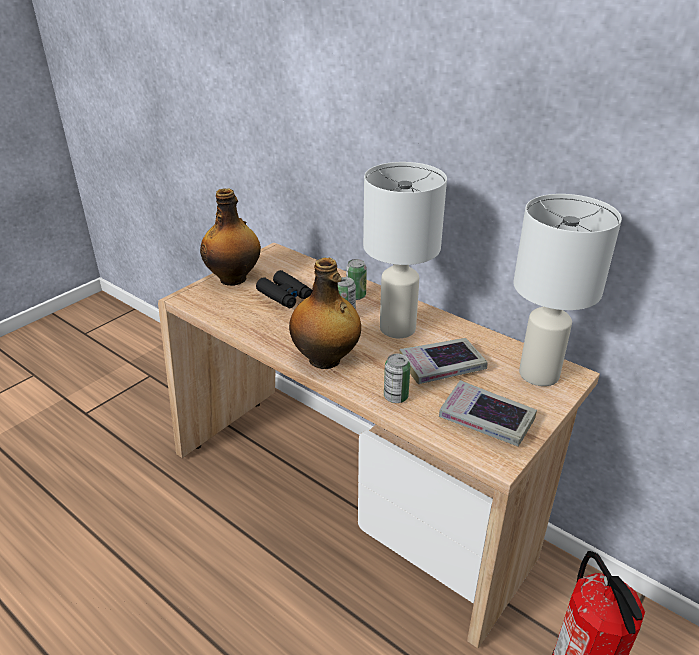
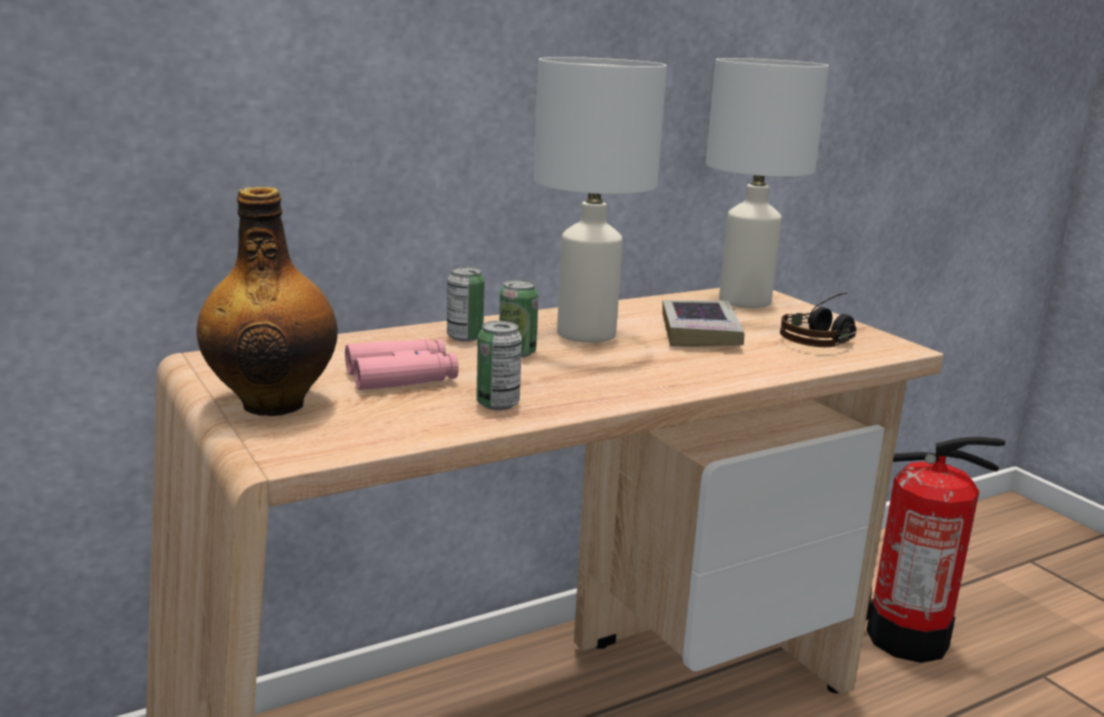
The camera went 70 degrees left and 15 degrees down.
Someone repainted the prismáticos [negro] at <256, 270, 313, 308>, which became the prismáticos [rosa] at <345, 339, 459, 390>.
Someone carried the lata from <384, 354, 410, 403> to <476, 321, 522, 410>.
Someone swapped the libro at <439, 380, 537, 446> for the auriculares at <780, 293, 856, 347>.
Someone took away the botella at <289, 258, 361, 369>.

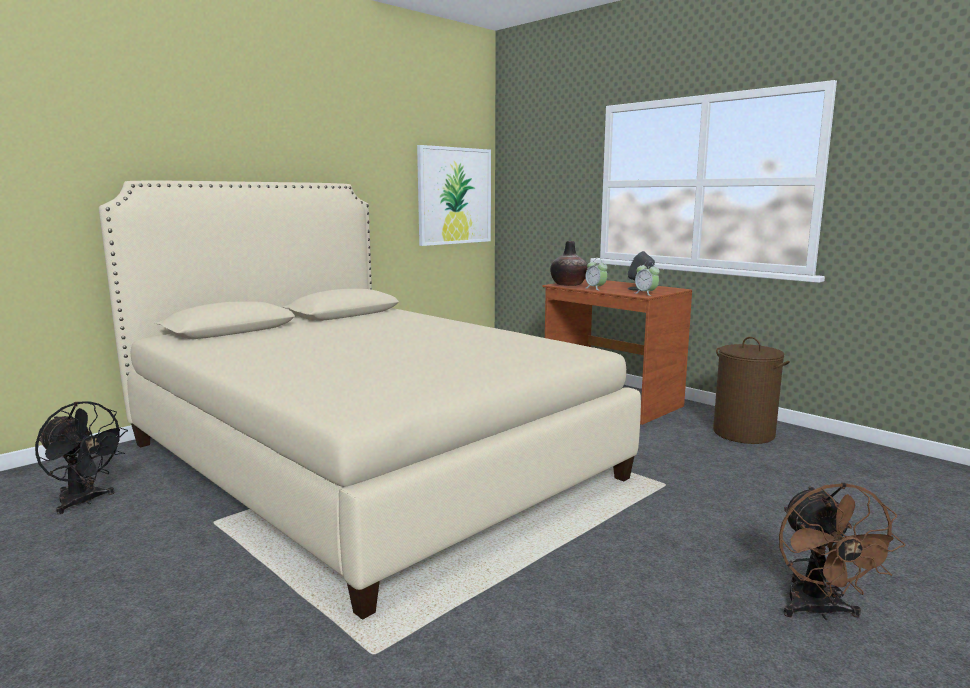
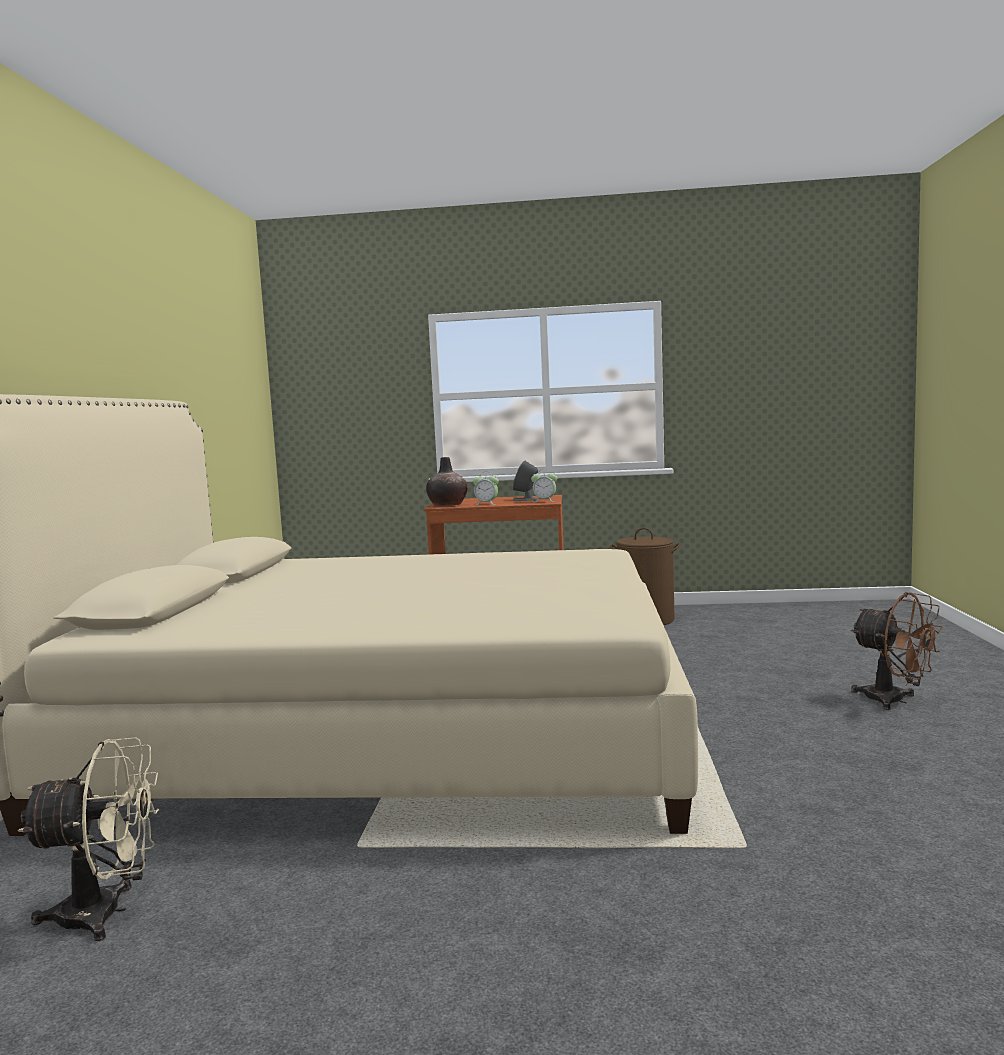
The camera went 40 degrees left and 5 degrees down.
Someone repainted the ventilador [negro] at <35, 401, 128, 514>, which became the ventilador [beis] at <18, 737, 159, 941>.
Someone took away the cuadro at <417, 145, 491, 246>.

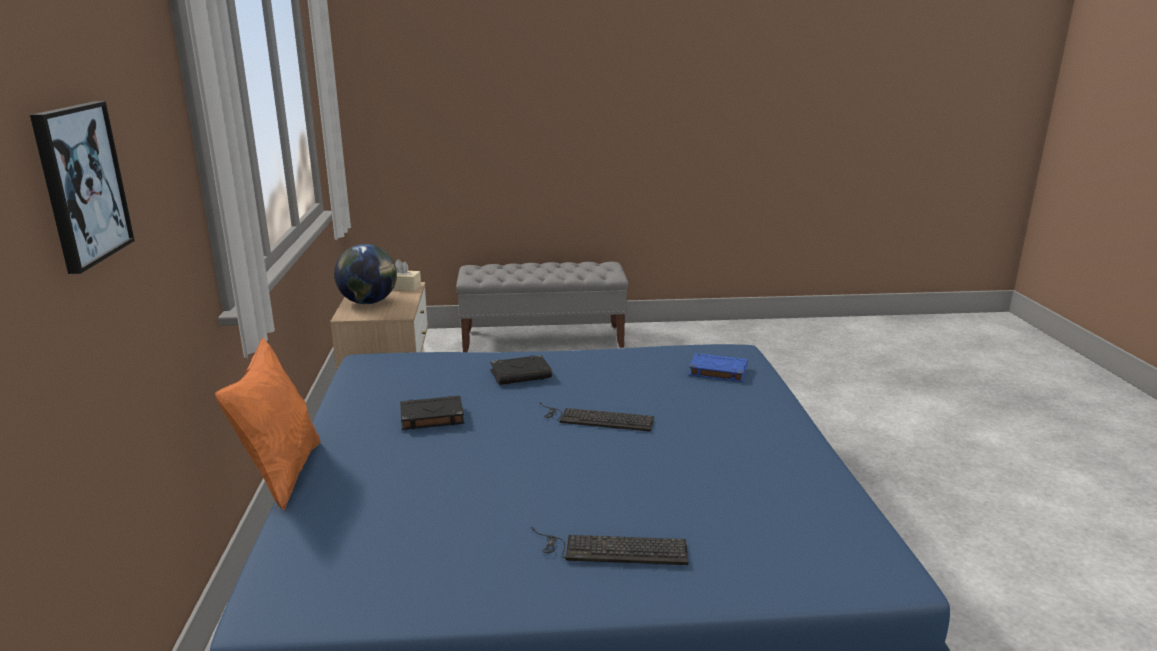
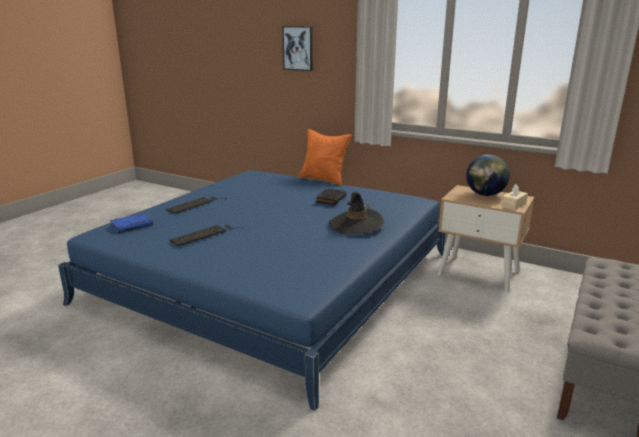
The camera went 125 degrees right and 0 degrees up.
Someone carried the libro [azul] from <689, 353, 747, 382> to <110, 213, 153, 233>.
Someone carried the teclado from <539, 402, 654, 432> to <169, 225, 244, 246>.
Someone swapped the libro [negro] at <490, 355, 552, 385> for the sombrero [negro] at <329, 192, 384, 235>.

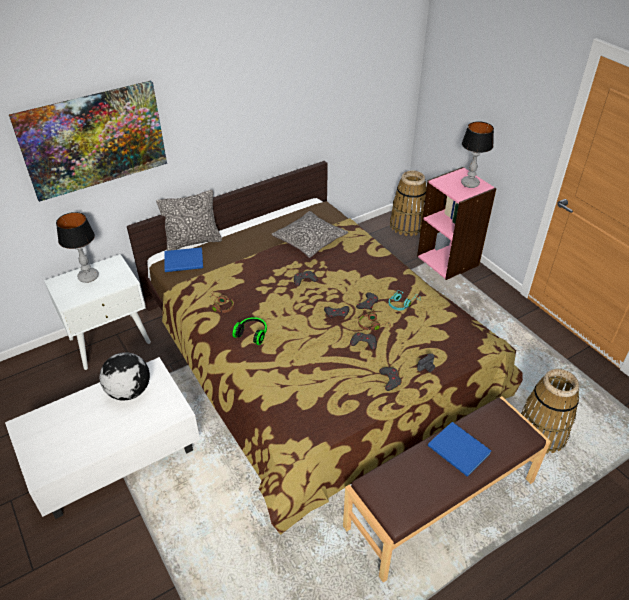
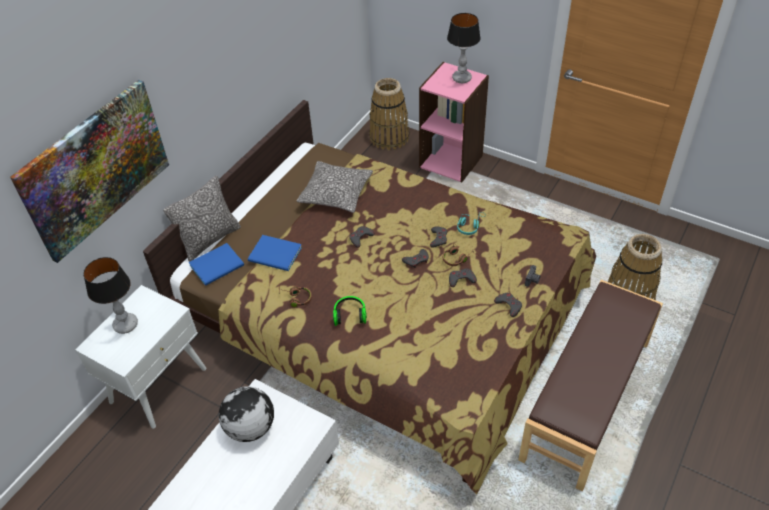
The camera went 25 degrees left and 5 degrees up.
Someone carried the libro [azul] from <428, 422, 491, 477> to <248, 235, 302, 271>.

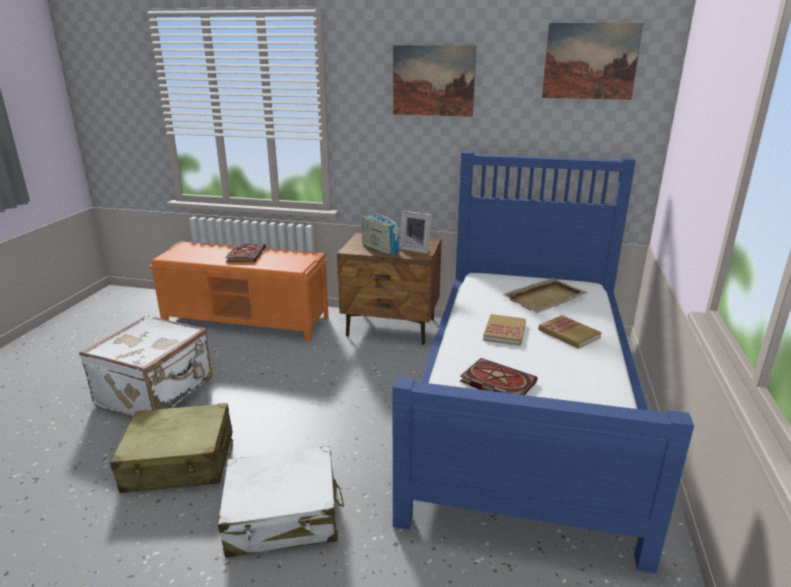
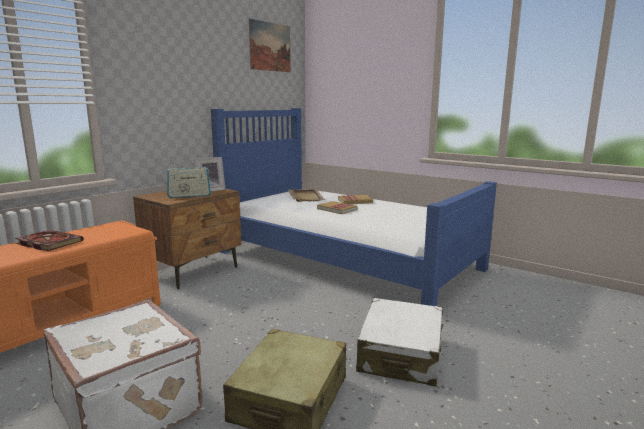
The camera went 65 degrees left and 10 degrees down.
Someone took away the cuadro at <393, 45, 476, 117>.
Someone took away the libro at <460, 358, 538, 395>.

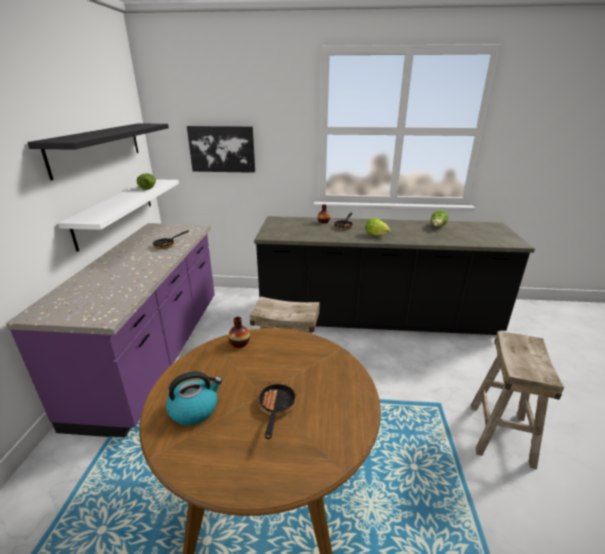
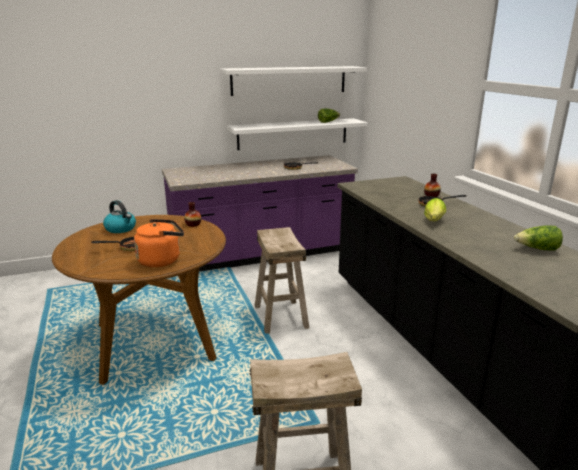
The camera went 65 degrees right and 5 degrees down.
Someone put down the hervidor [naranja] at <134, 219, 184, 267>.
Someone repainted the estante [negro] at <27, 124, 169, 180>, which became the estante [blanco] at <220, 66, 367, 96>.
Someone took away the cuadro at <187, 126, 255, 173>.

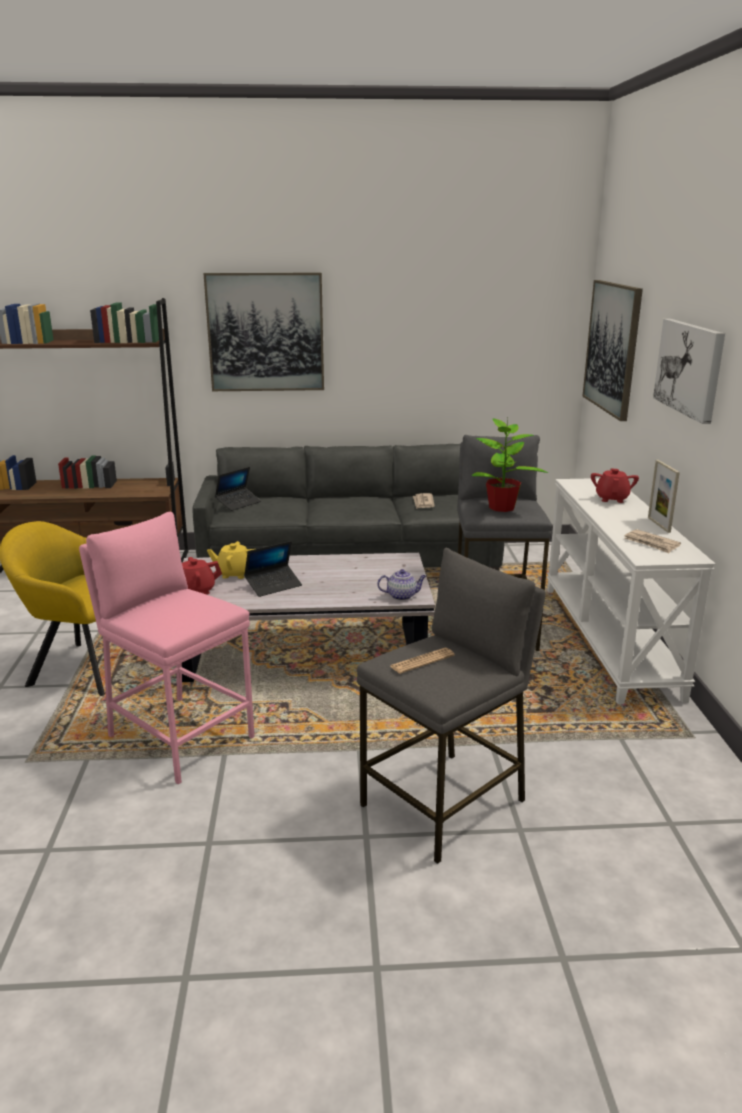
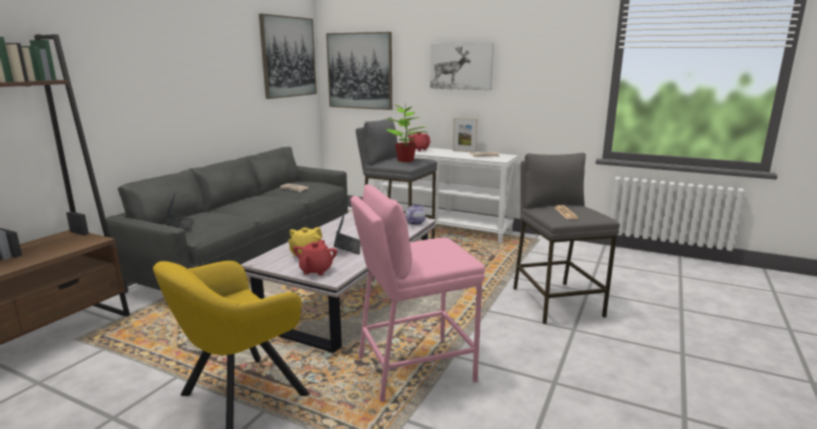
The camera went 60 degrees left and 5 degrees down.
Someone carried the cuadro from <203, 272, 324, 391> to <259, 14, 317, 99>.

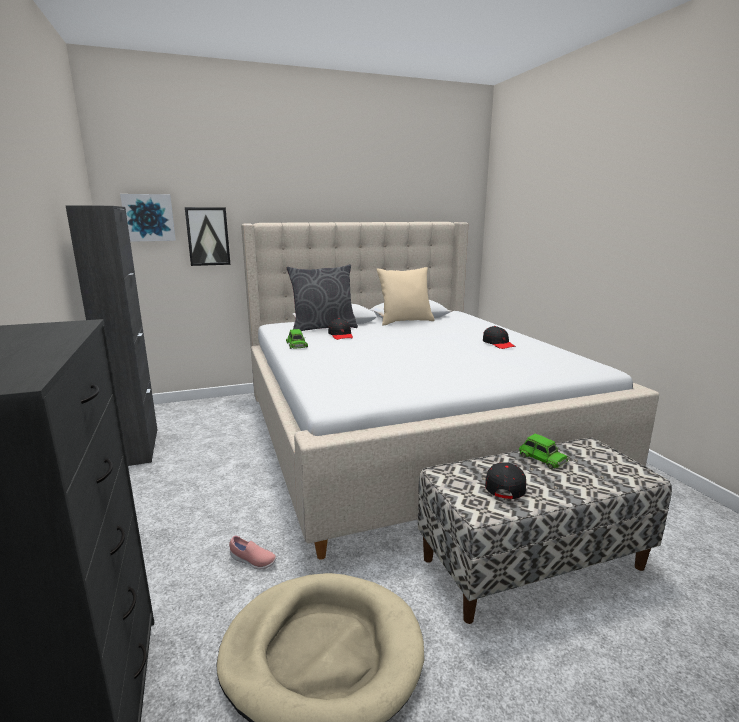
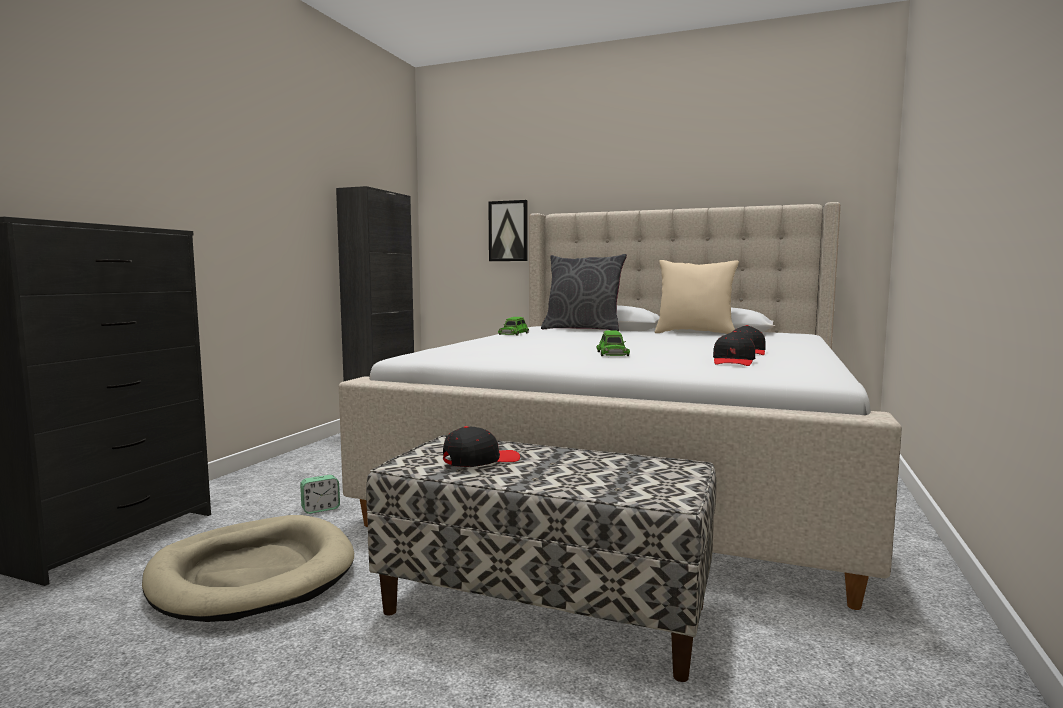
The camera went 40 degrees right and 10 degrees down.
Someone swapped the zapato [rosa] at <229, 536, 277, 569> for the despertador at <300, 475, 340, 514>.
Someone carried the coche de juguete [verde] from <519, 434, 569, 469> to <596, 331, 630, 356>.
Someone carried the gorra [negro] from <328, 318, 353, 340> to <713, 331, 755, 366>.
Someone took away the cuadro at <120, 194, 176, 242>.

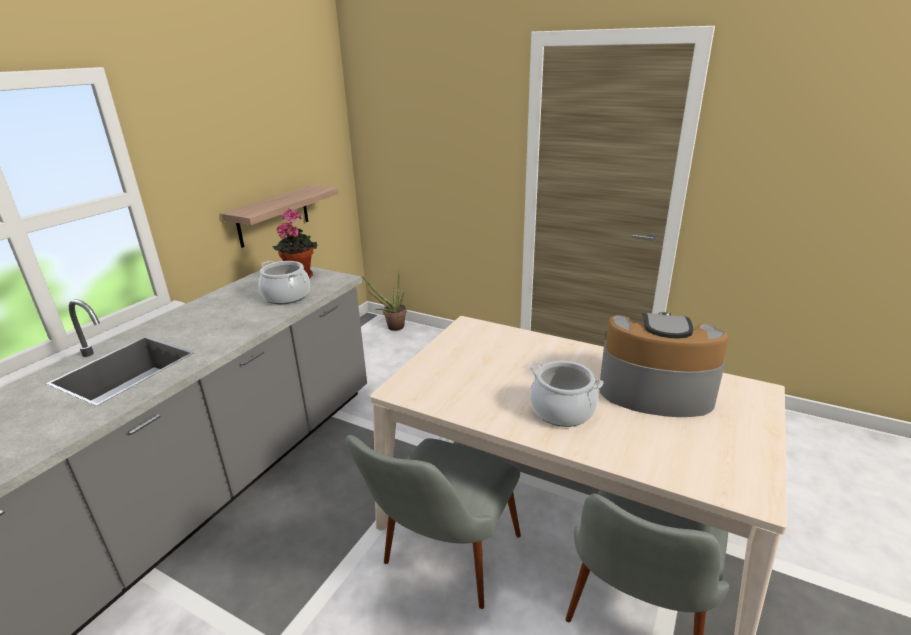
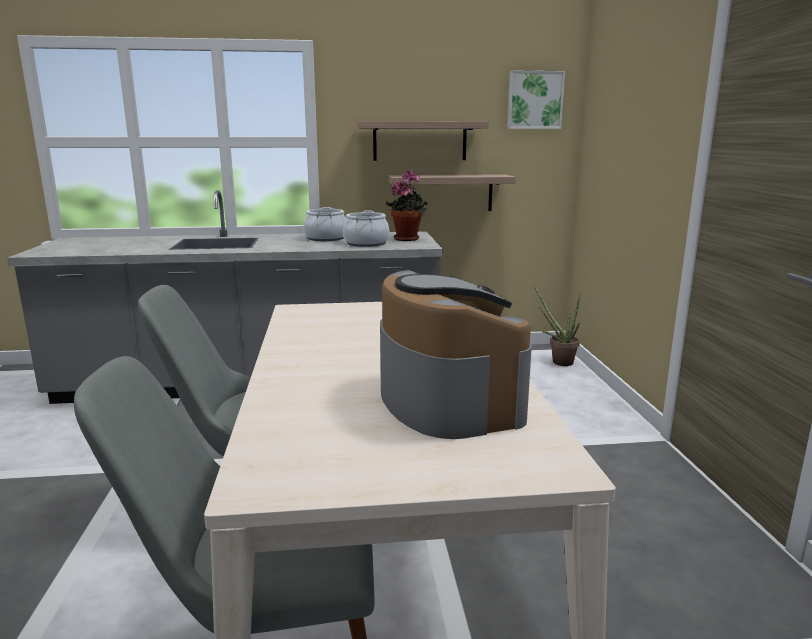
The camera went 55 degrees right and 10 degrees down.
Someone carried the olla from <530, 361, 603, 427> to <303, 207, 346, 241>.
Someone put up the estante at <359, 121, 489, 161>.
Someone put up the cuadro at <507, 71, 565, 129>.

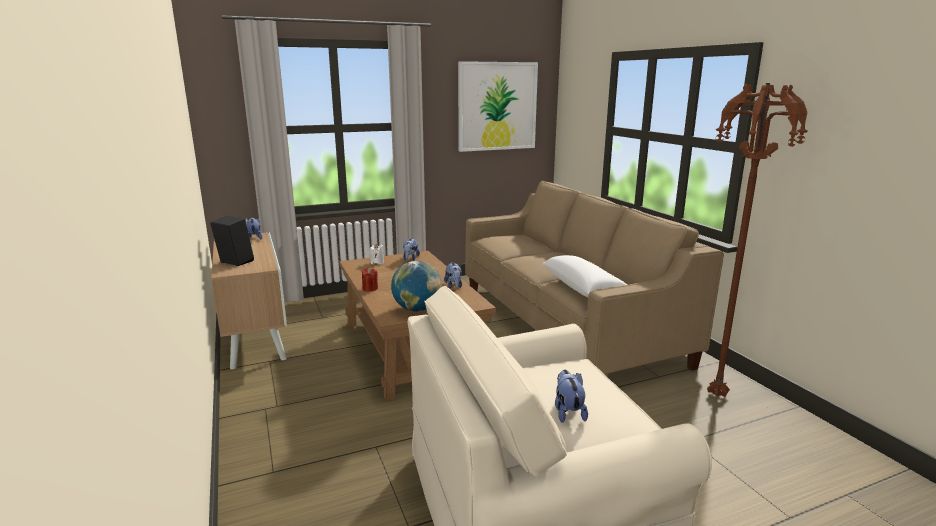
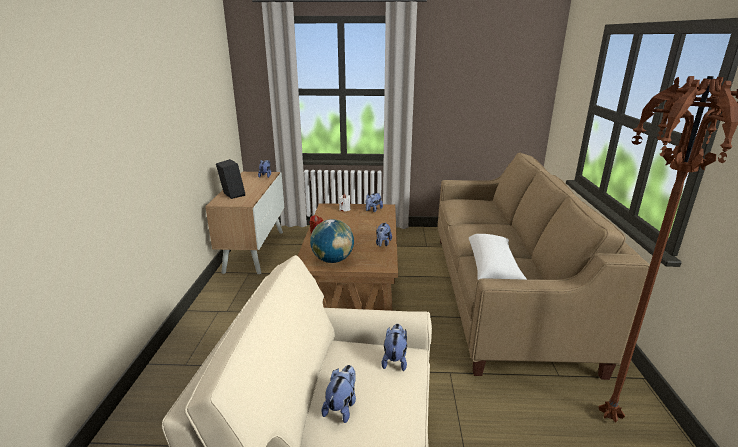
The camera went 25 degrees right and 5 degrees up.
Someone put down the peluche at <381, 324, 407, 371>.
Someone took away the cuadro at <458, 61, 538, 152>.

